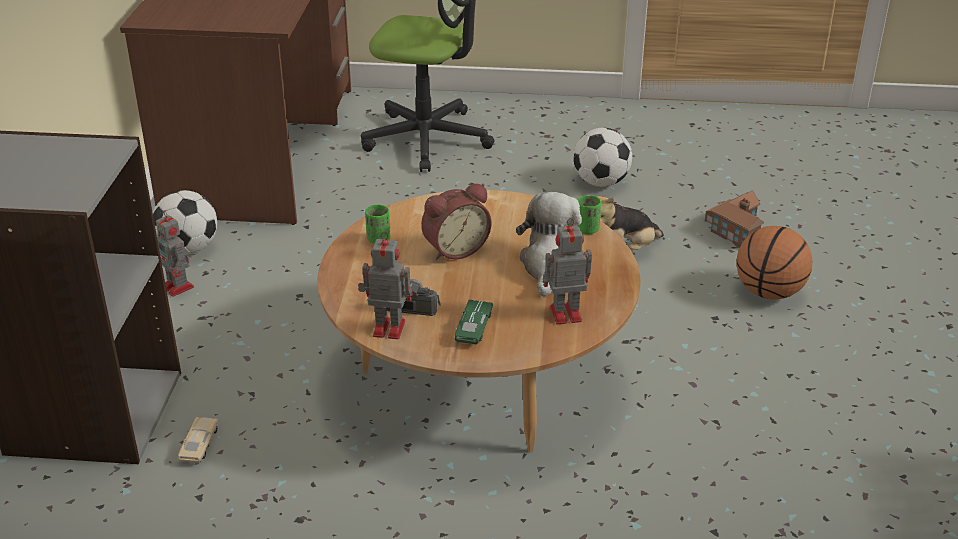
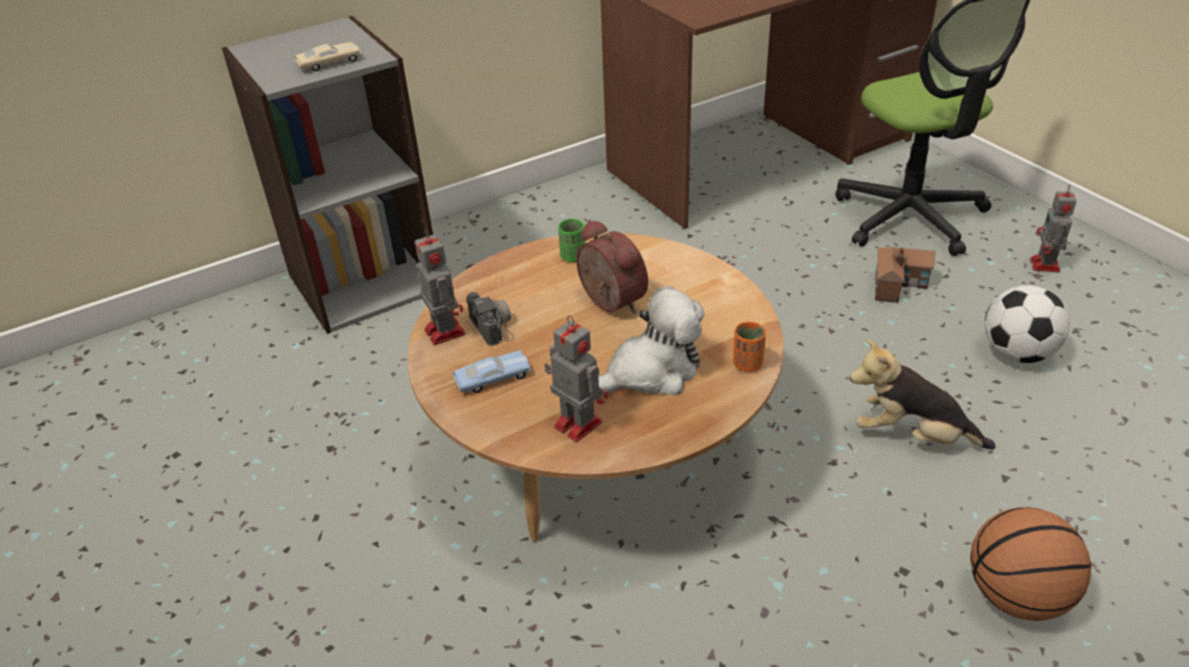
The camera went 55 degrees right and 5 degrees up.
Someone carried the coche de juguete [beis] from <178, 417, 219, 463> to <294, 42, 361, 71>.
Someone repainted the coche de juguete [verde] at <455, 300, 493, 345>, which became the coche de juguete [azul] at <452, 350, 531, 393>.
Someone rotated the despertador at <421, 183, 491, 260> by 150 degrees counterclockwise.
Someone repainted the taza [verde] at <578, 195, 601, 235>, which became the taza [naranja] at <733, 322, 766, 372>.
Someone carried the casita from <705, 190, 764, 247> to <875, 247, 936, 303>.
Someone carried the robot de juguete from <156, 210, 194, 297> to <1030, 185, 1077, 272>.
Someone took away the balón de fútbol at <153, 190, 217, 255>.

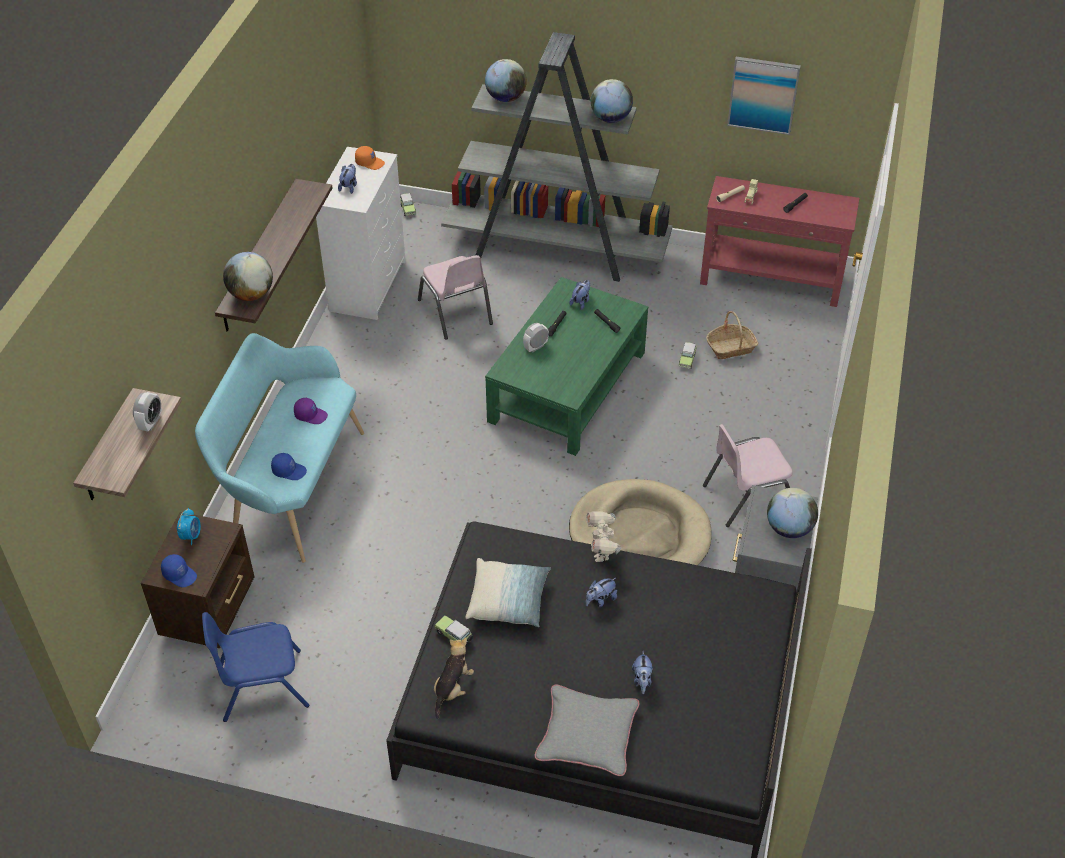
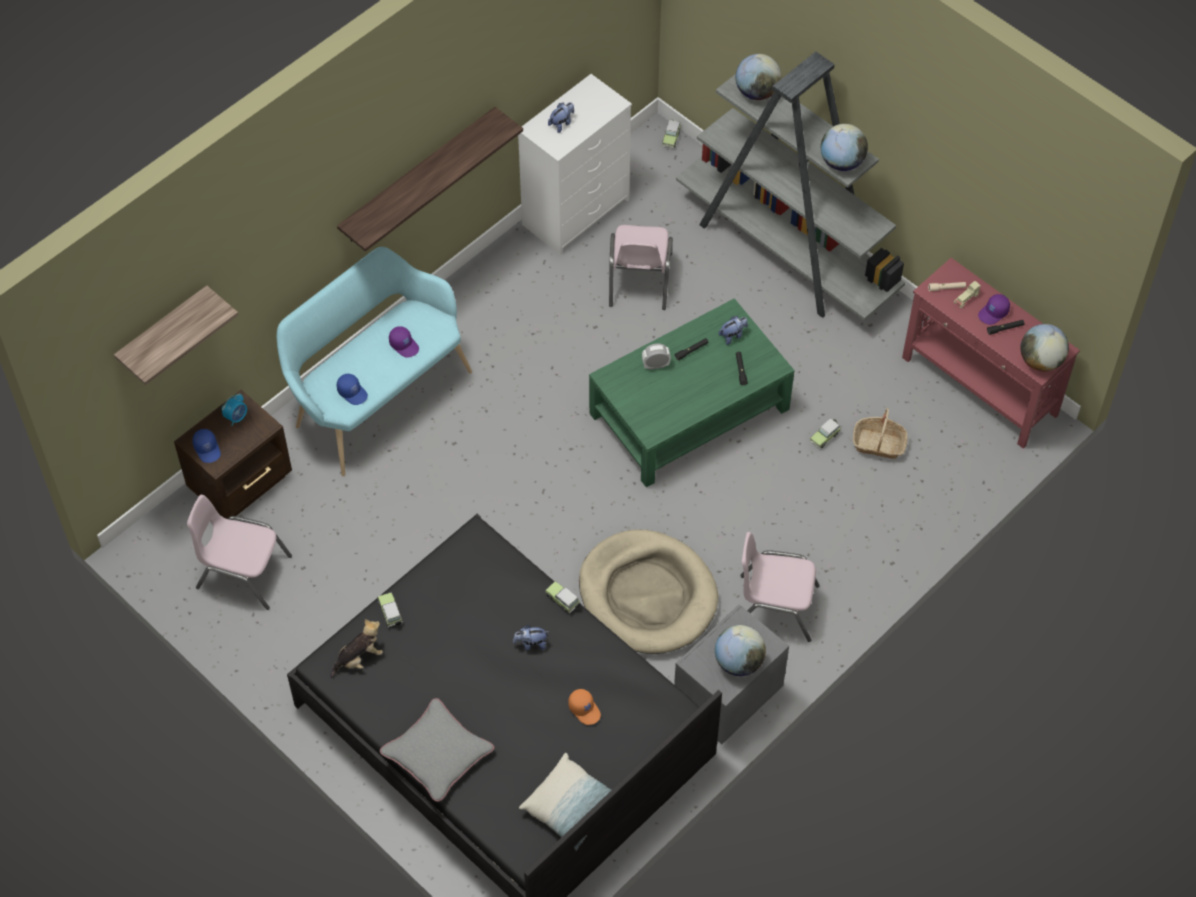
The camera went 30 degrees right and 10 degrees up.
Someone repainted the silla [azul] at <202, 612, 309, 722>, which became the silla [rosa] at <187, 495, 292, 610>.
Someone carried the cojín from <465, 558, 551, 627> to <519, 753, 611, 851>.
Someone swapped the robot de juguete at <586, 511, 622, 562> for the coche de juguete at <545, 581, 581, 613>.
Someone carried the gorra [naranja] from <355, 146, 385, 170> to <568, 689, 601, 725>.
Someone put down the gorra [morado] at <978, 294, 1010, 325>.
Someone carried the globo terráqueo from <223, 252, 273, 301> to <1020, 324, 1069, 371>.
Someone took away the despertador at <133, 392, 162, 431>.
Someone took away the peluche at <632, 651, 653, 694>.
Someone took away the cuadro at <727, 57, 801, 135>.

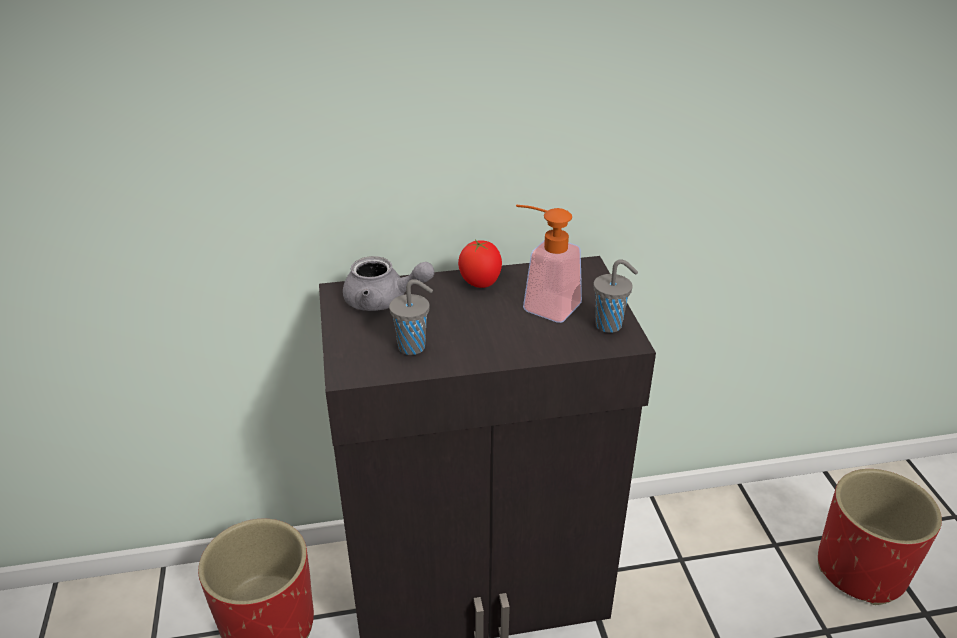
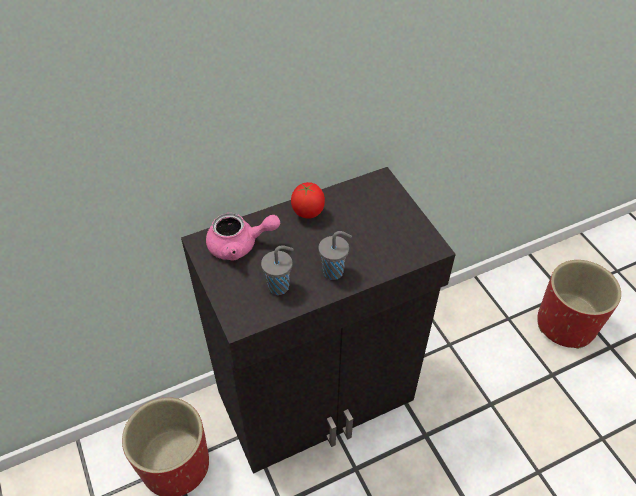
The camera went 15 degrees left and 15 degrees up.
Someone repainted the tetera [gris] at <343, 256, 434, 311>, which became the tetera [rosa] at <206, 213, 280, 261>.
Someone carried the taza [gris] from <593, 259, 638, 333> to <318, 231, 352, 280>.
Someone took away the dispensador de jabón at <516, 205, 582, 323>.

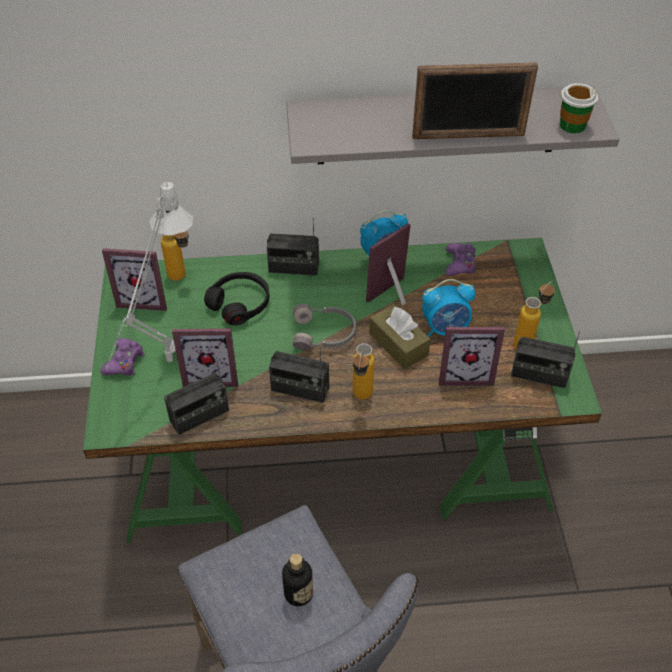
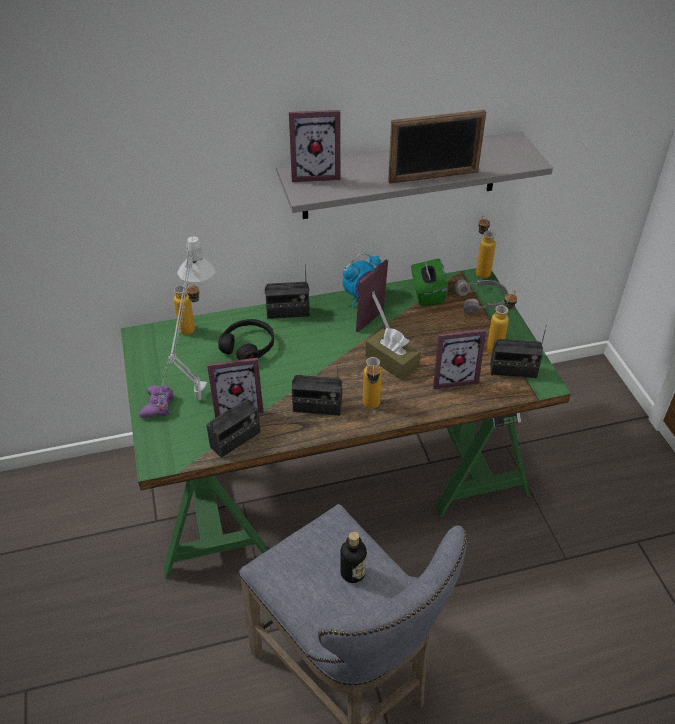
The camera went 10 degrees left and 5 degrees down.
Someone carried the portarretratos from <102, 248, 167, 311> to <289, 110, 340, 182>.
Someone swapped the mando de consola [morado] at <445, 243, 476, 276> for the caja de pañuelos [verde] at <411, 258, 448, 306>.
Someone carried the auriculares [gris] from <293, 304, 356, 350> to <454, 279, 508, 314>.
Someone put down the botella at <476, 215, 496, 278>.
Someone took away the despertador at <422, 279, 475, 337>.
Someone took away the taza at <560, 83, 598, 134>.

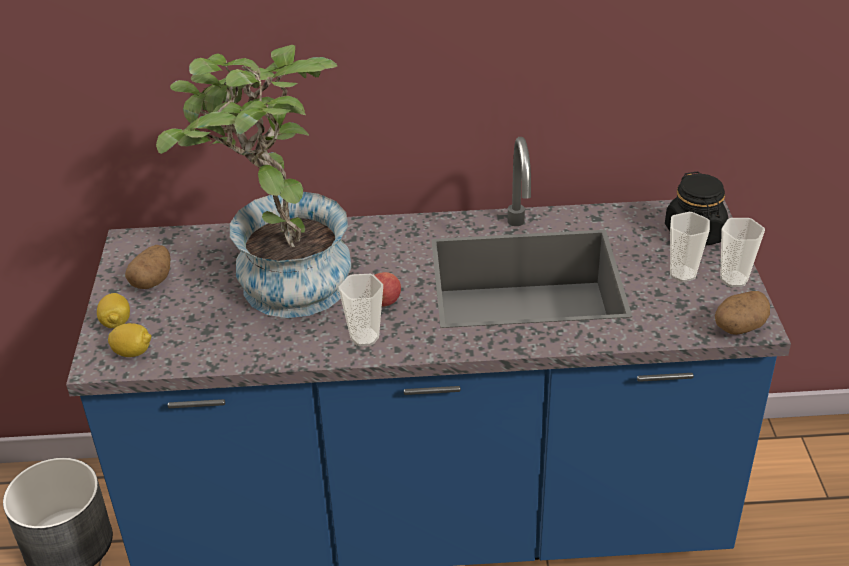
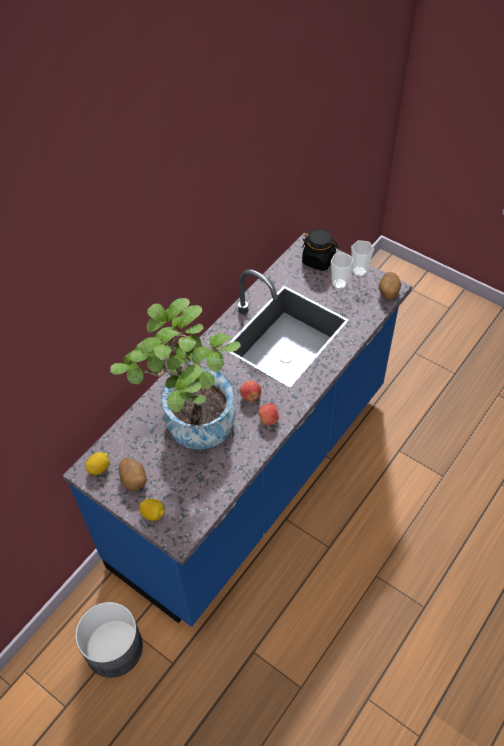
The camera went 50 degrees left and 15 degrees up.
Someone carried the limón from <108, 323, 151, 357> to <85, 452, 109, 475>.
Someone swapped the taza at <339, 274, 383, 346> for the manzana at <258, 403, 280, 425>.

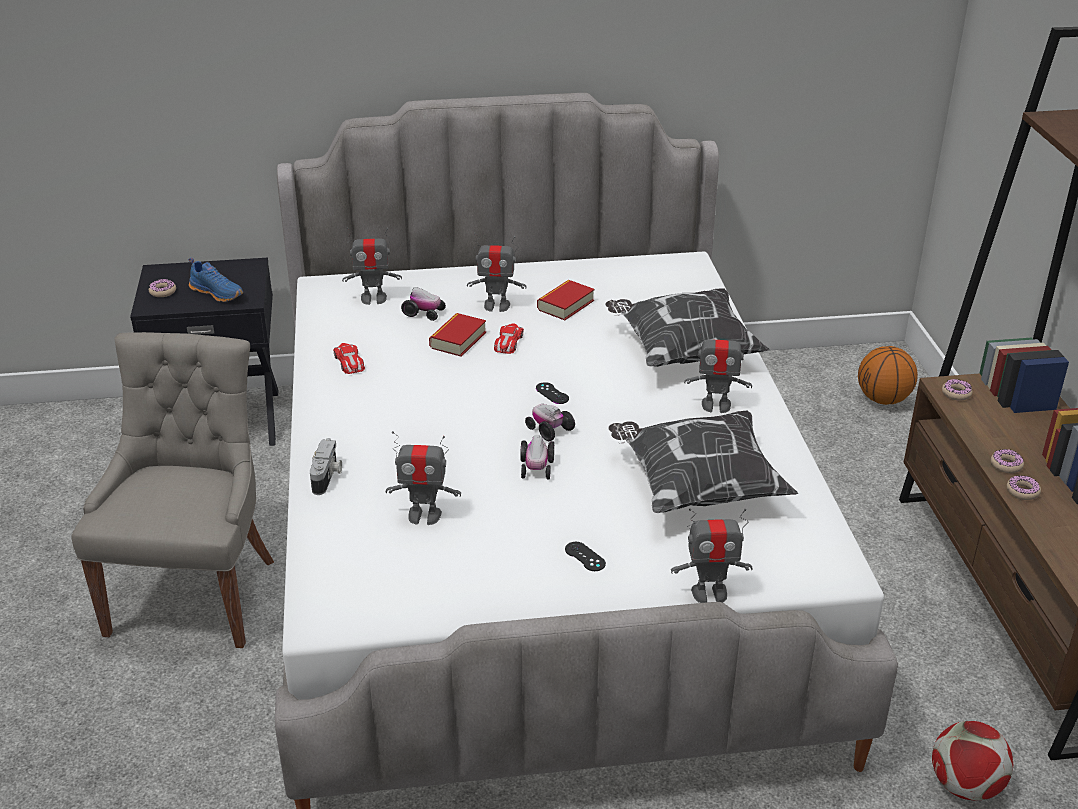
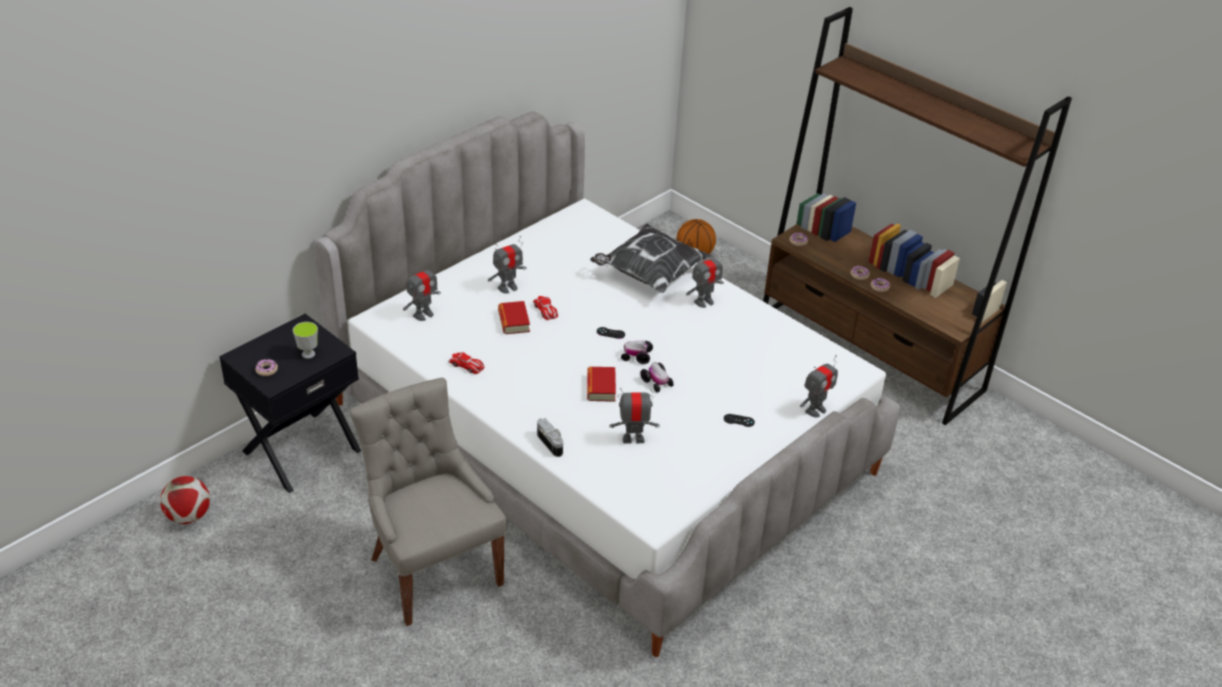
The camera went 40 degrees left and 5 degrees up.
Someone carried the balón de fútbol from <932, 721, 1013, 800> to <160, 476, 210, 524>.
Someone swapped the zapato [azul] at <189, 258, 243, 302> for the taza at <293, 322, 318, 359>.
Someone carried the libro from <537, 280, 595, 320> to <587, 367, 616, 402>.
Someone rotated the robot de juguete at <386, 431, 461, 525> by 150 degrees counterclockwise.
Someone took away the coche de juguete at <401, 287, 446, 321>.
Someone took away the cojín at <608, 410, 798, 513>.

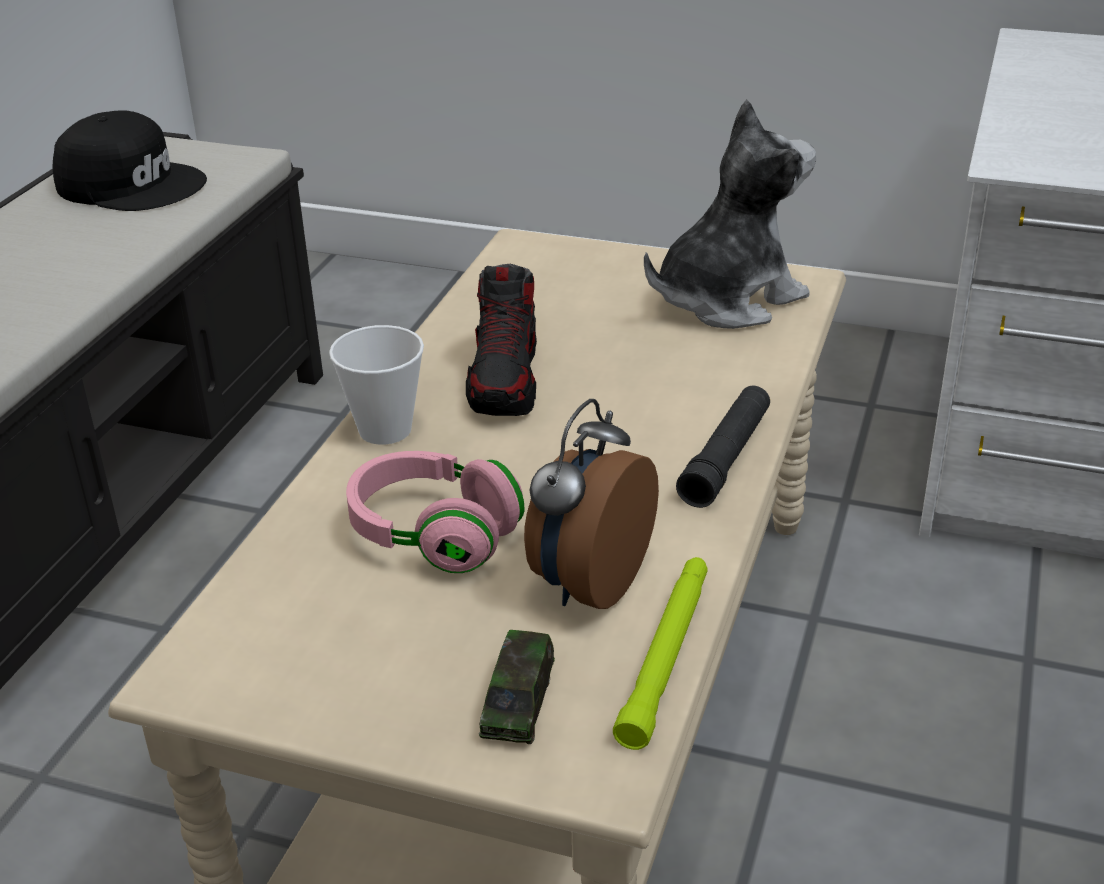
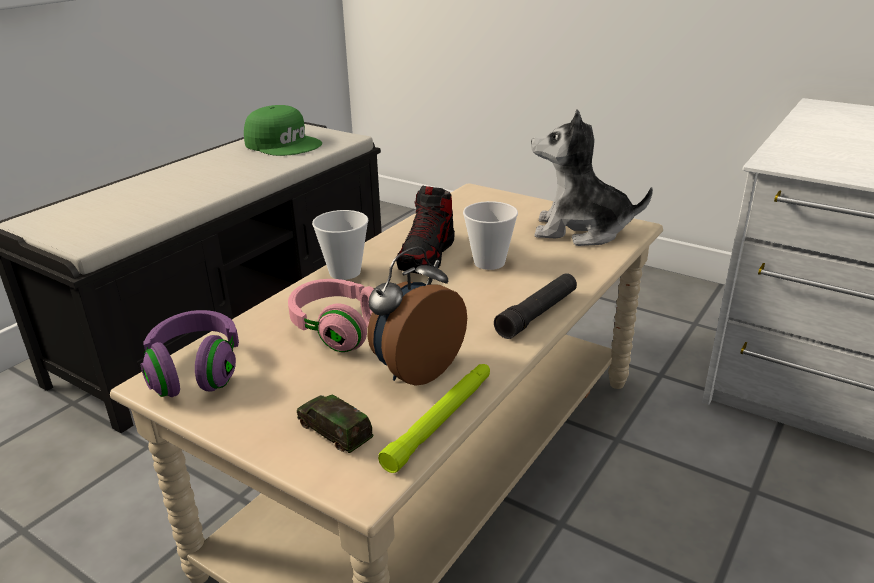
The camera went 15 degrees right and 5 degrees down.
Someone put down the auriculares [morado] at <141, 310, 239, 397>.
Someone repainted the gorra [negro] at <52, 110, 207, 211>, which became the gorra [verde] at <244, 105, 322, 156>.
Someone rotated the coche de juguete at <479, 630, 555, 744> by 105 degrees clockwise.
Someone put down the taza at <463, 201, 518, 270>.
Someone rotated the peluche at <644, 99, 816, 329> by 150 degrees counterclockwise.

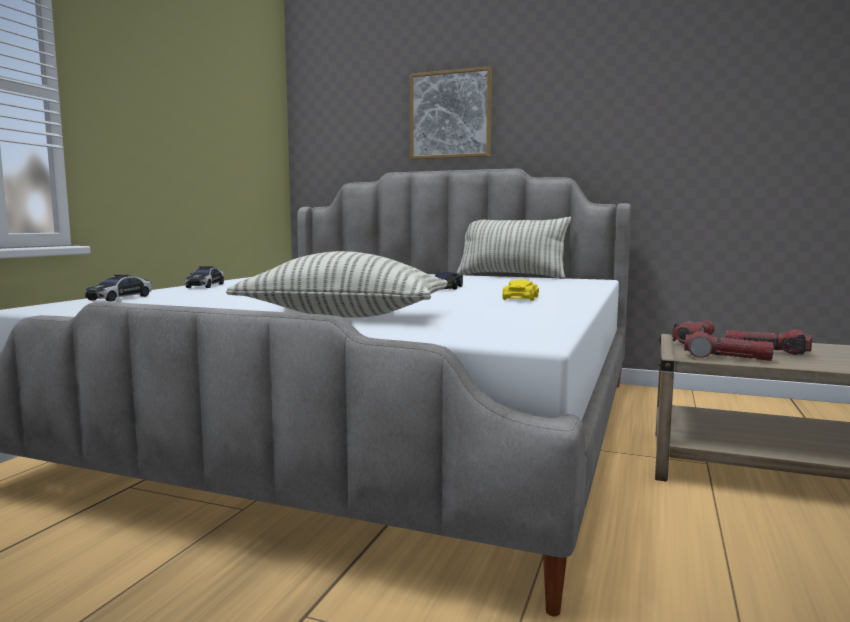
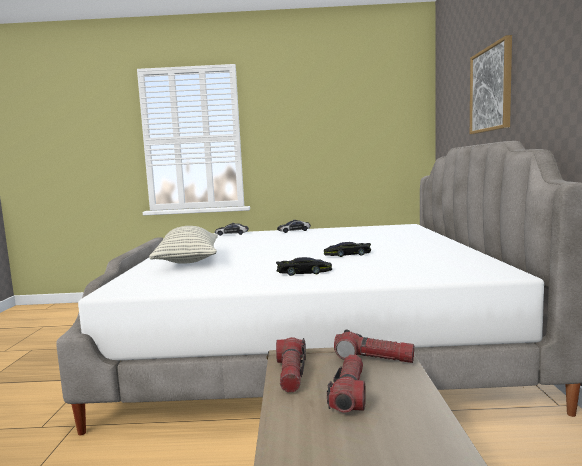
The camera went 70 degrees right and 0 degrees up.
Someone repainted the coche de juguete [amarillo] at <502, 280, 539, 301>, which became the coche de juguete [negro] at <276, 257, 332, 276>.
Someone took away the cojín at <457, 217, 571, 279>.

